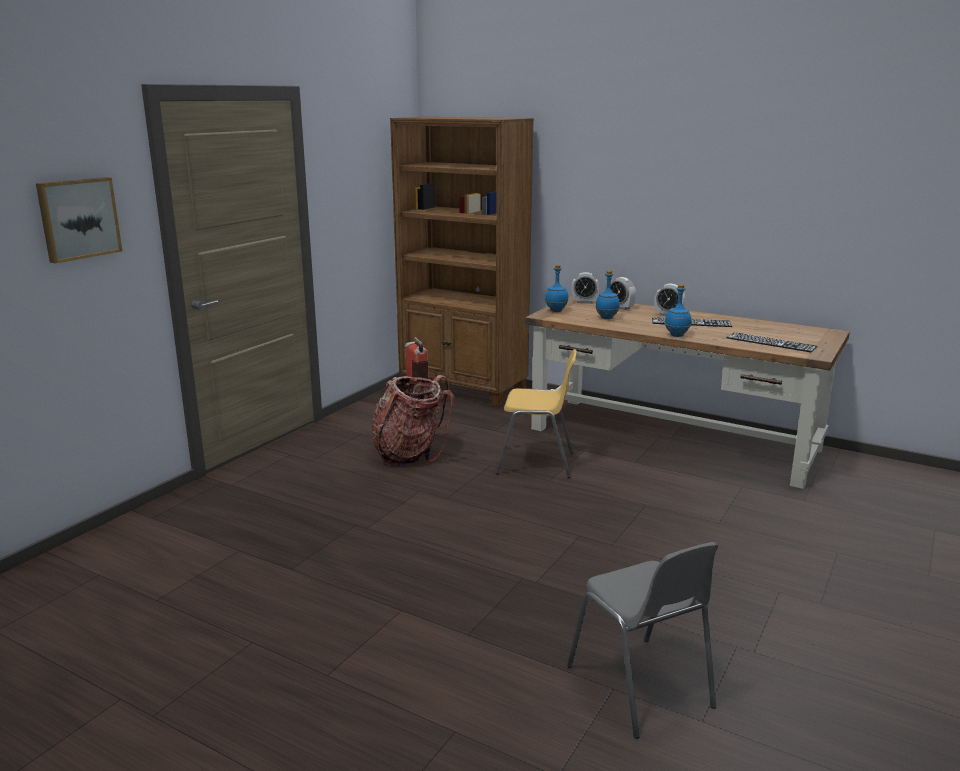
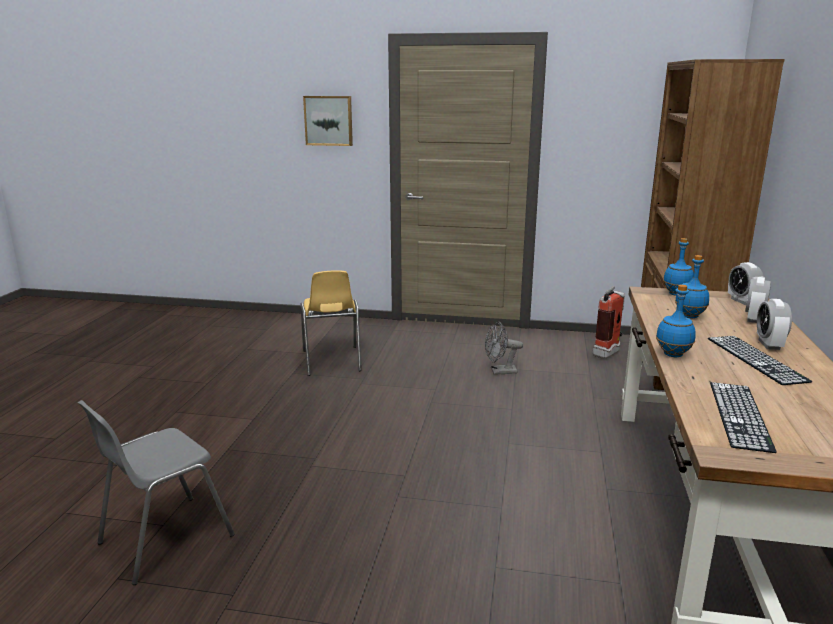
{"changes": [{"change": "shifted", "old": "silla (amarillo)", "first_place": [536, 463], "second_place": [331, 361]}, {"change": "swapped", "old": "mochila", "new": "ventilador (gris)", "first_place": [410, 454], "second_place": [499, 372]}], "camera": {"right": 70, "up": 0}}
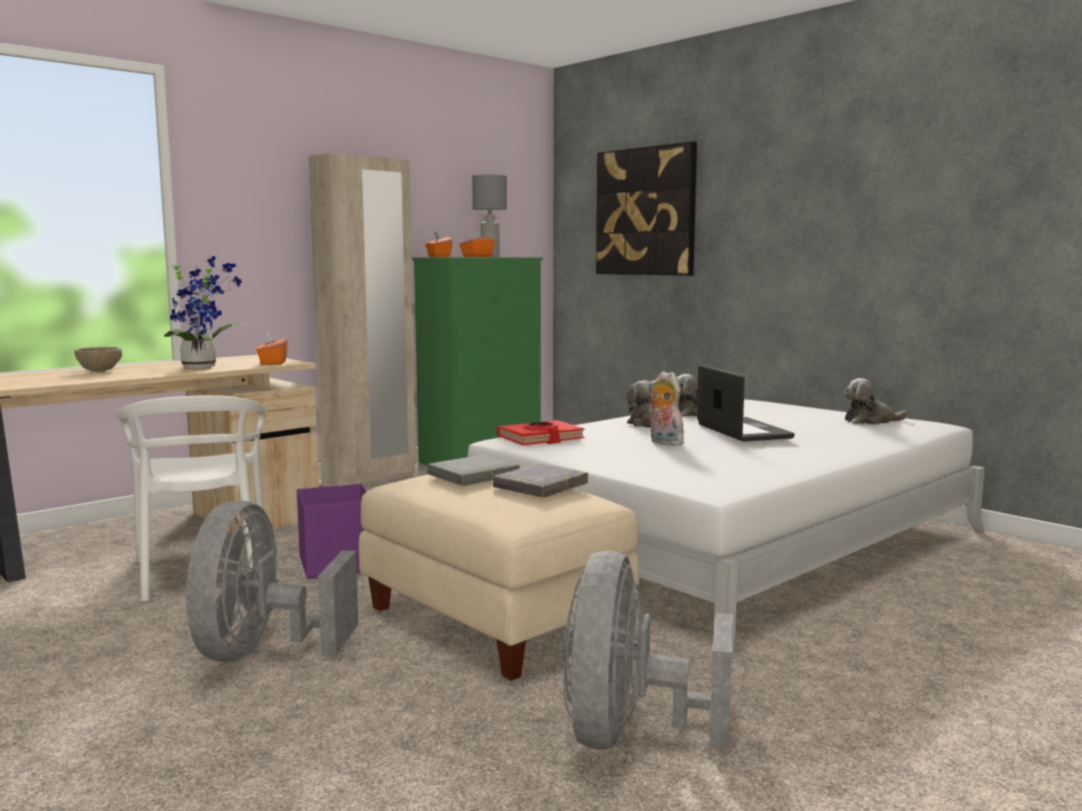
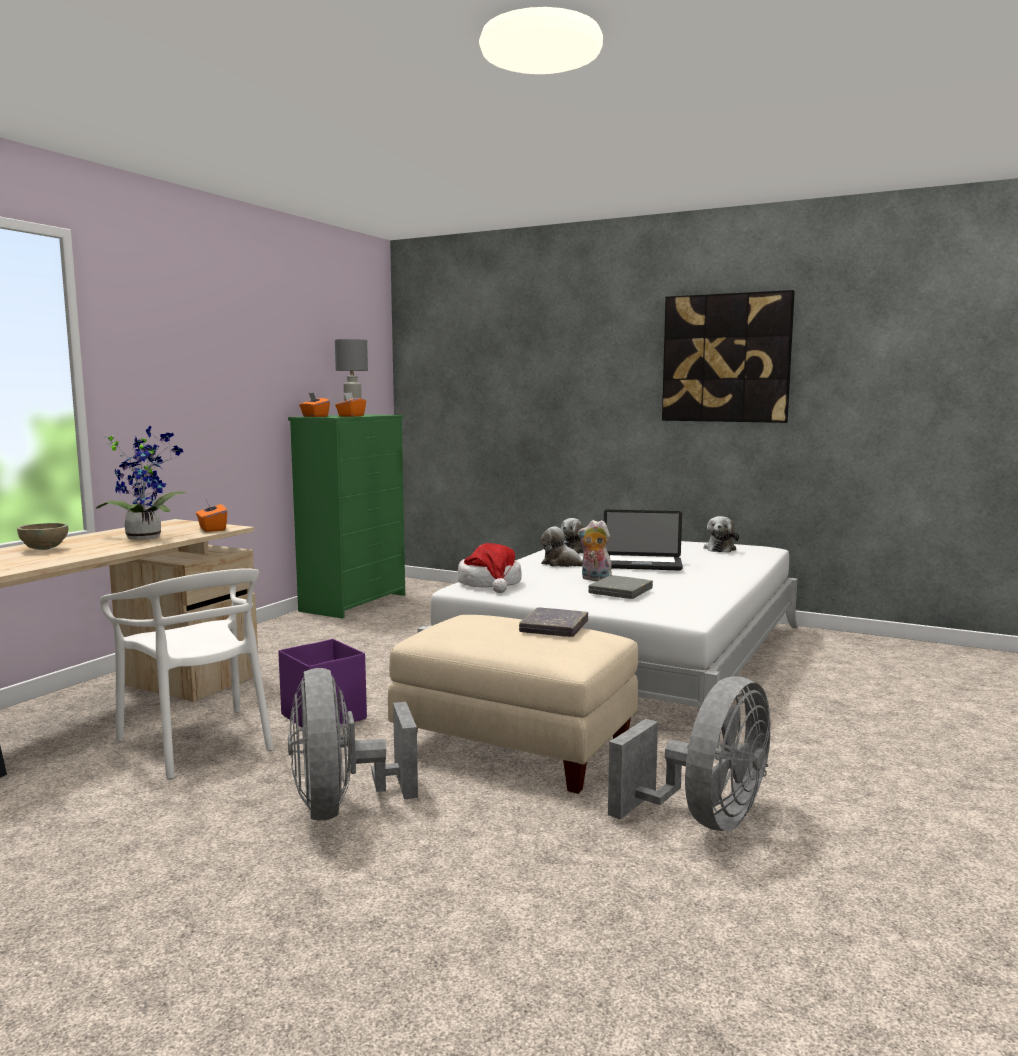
{"changes": [{"change": "shifted", "old": "cuadro", "first_place": [646, 212], "second_place": [726, 358]}, {"change": "gone", "old": "armario ropero (beis)", "first_place": [370, 477]}, {"change": "rotated", "old": "portátil", "first_place": [743, 431], "second_place": [641, 564], "degrees": 135}, {"change": "rotated", "old": "peluche", "first_place": [870, 421], "second_place": [720, 549], "degrees": -45}, {"change": "swapped", "old": "libro (rojo)", "new": "sombrero", "first_place": [540, 439], "second_place": [490, 584]}, {"change": "shifted", "old": "libro (gris)", "first_place": [473, 476], "second_place": [620, 592]}, {"change": "rotated", "old": "ventilador (gris)", "first_place": [629, 735], "second_place": [705, 819], "degrees": -135}], "camera": {"right": -20, "up": 0}}
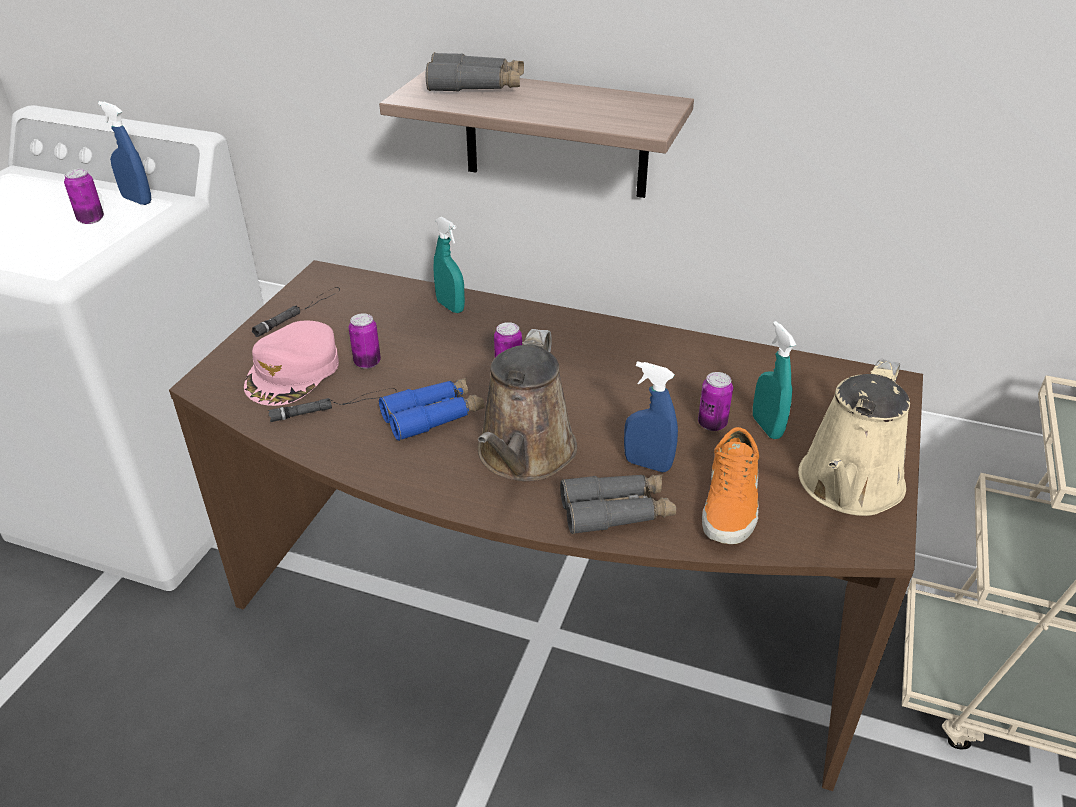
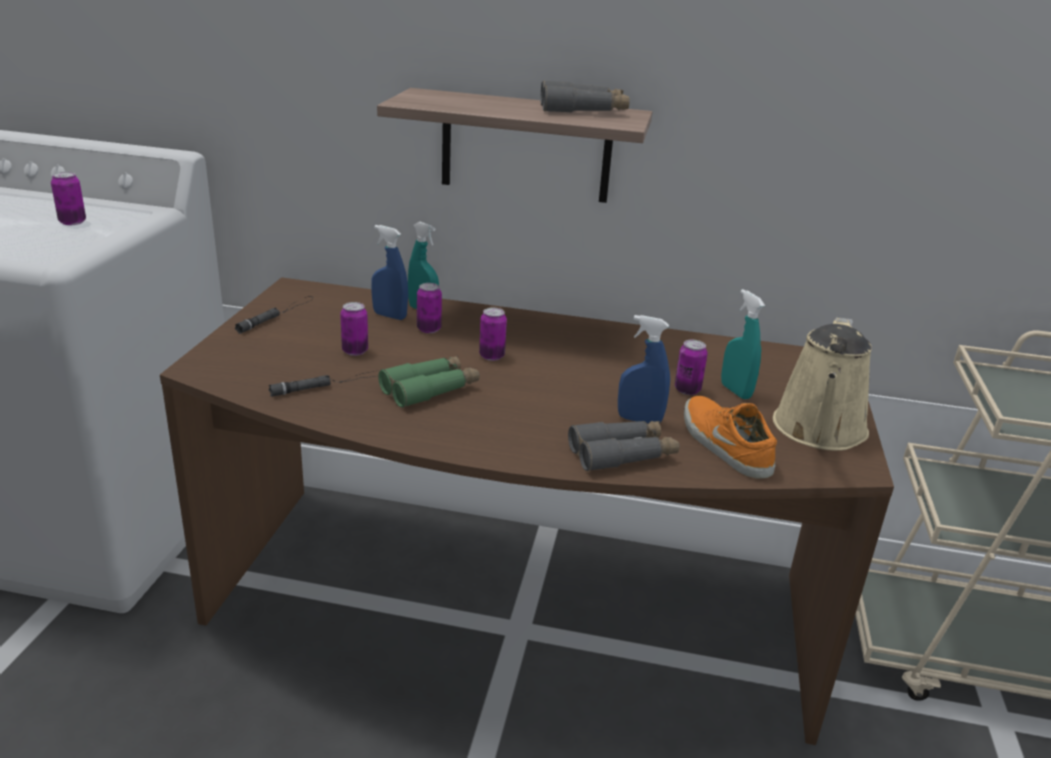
{"changes": [{"change": "shifted", "old": "prismáticos (gris)", "first_place": [476, 86], "second_place": [583, 110]}, {"change": "shifted", "old": "pulverizador (azul)", "first_place": [137, 200], "second_place": [390, 316]}, {"change": "gone", "old": "gorra (rosa)", "first_place": [294, 372]}, {"change": "gone", "old": "regadera (marrón)", "first_place": [524, 456]}, {"change": "repainted", "old": "prismáticos (azul)", "new": "prismáticos (verde)", "first_place": [433, 416], "second_place": [430, 389]}, {"change": "rotated", "old": "zapato (naranja)", "first_place": [732, 502], "second_place": [723, 444], "degrees": 150}, {"change": "new", "new": "lata", "second_place": [429, 329]}], "camera": {"right": -10, "up": -10}}
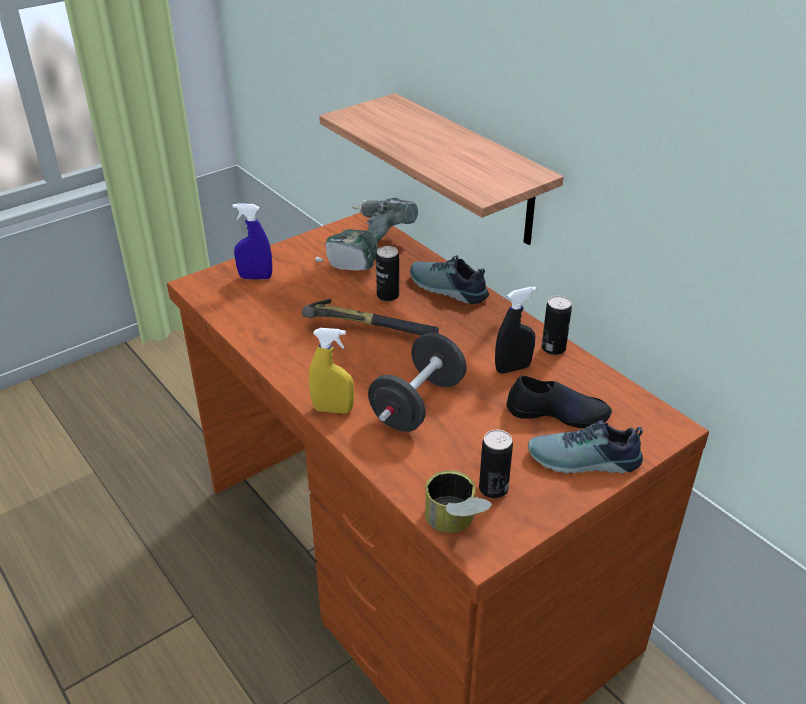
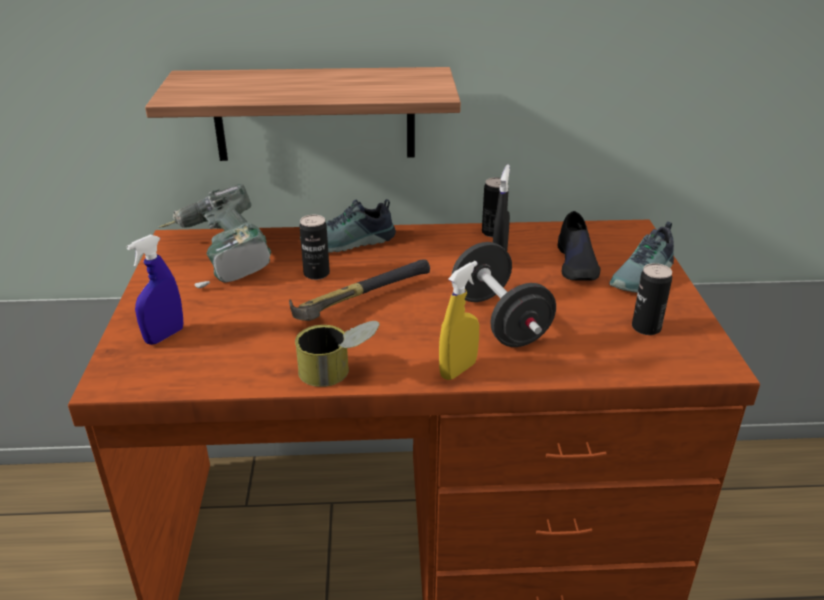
{"changes": [{"change": "rotated", "old": "zapato (negro)", "first_place": [557, 413], "second_place": [576, 263], "degrees": 135}, {"change": "shifted", "old": "lata", "first_place": [455, 525], "second_place": [339, 373]}], "camera": {"right": -55, "up": -5}}
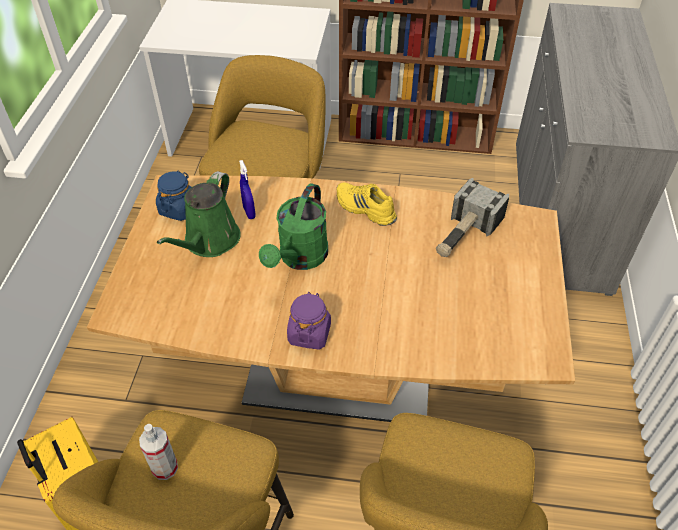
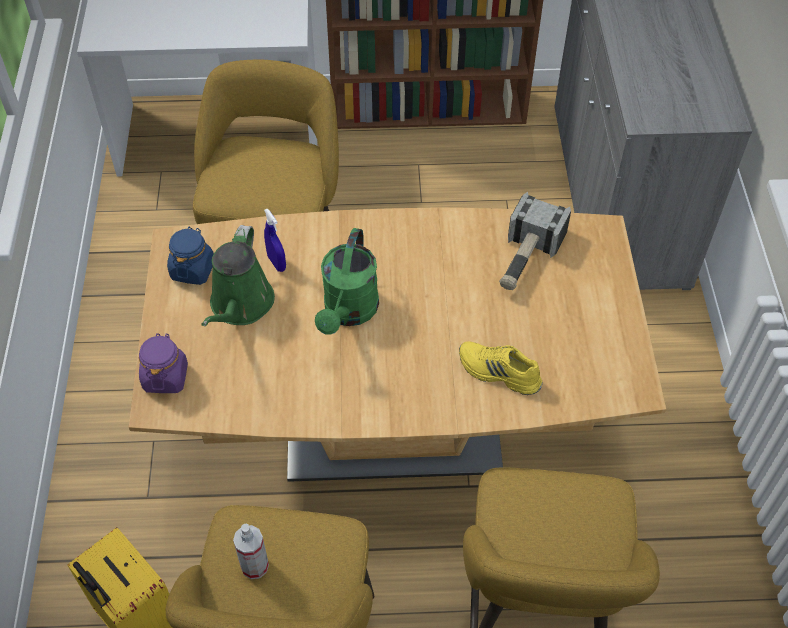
{"changes": [{"change": "shifted", "old": "zapato (amarillo)", "first_place": [364, 209], "second_place": [498, 373]}, {"change": "shifted", "old": "tarro (morado)", "first_place": [309, 333], "second_place": [165, 377]}], "camera": {"right": -10, "up": 5}}
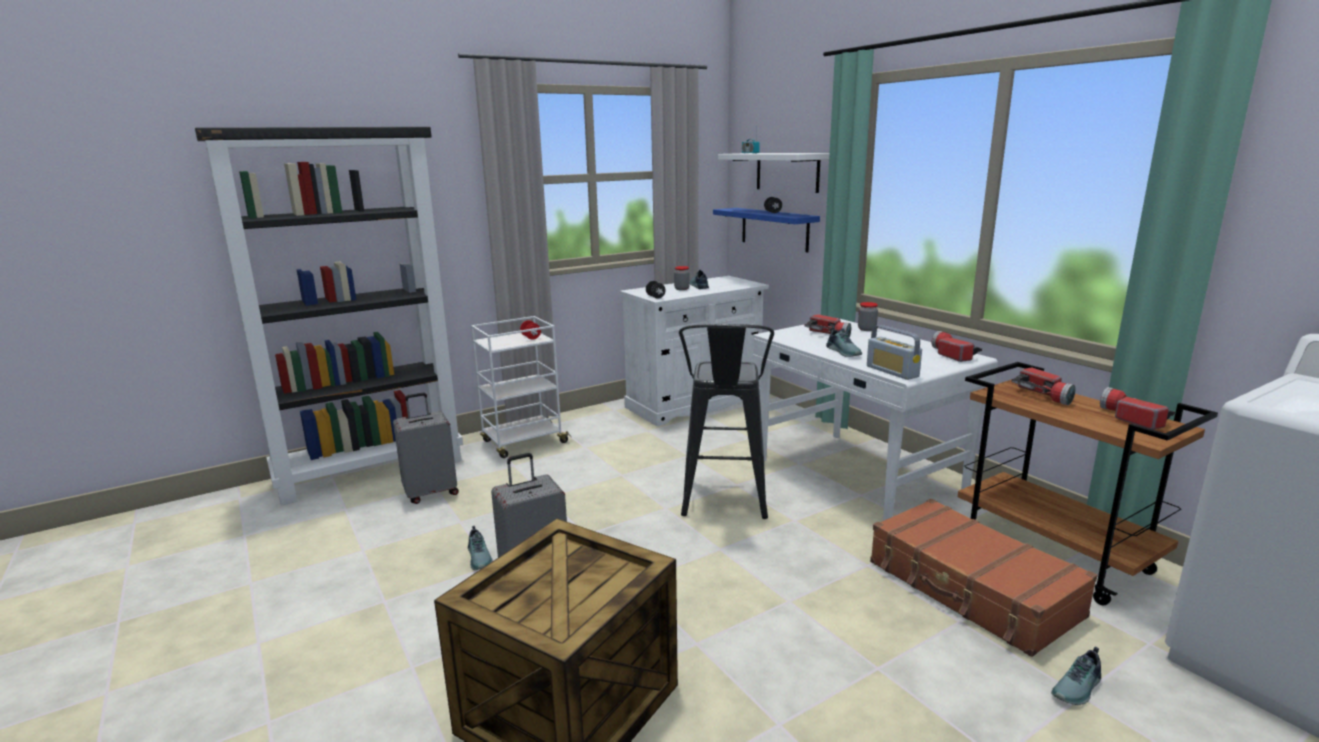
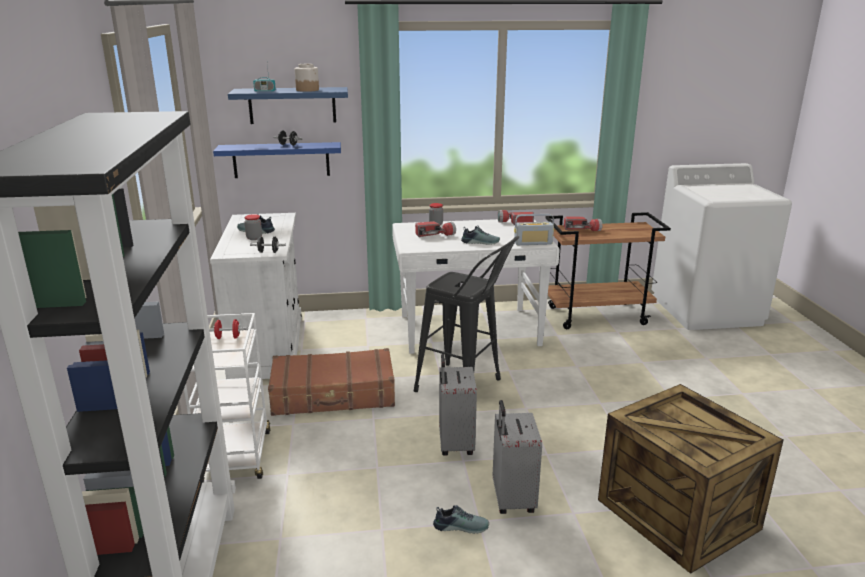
{"changes": [{"change": "repainted", "old": "estante (blanco)", "new": "estante (azul)", "first_place": [787, 172], "second_place": [292, 105]}, {"change": "gone", "old": "linterna", "first_place": [1130, 418]}, {"change": "shifted", "old": "maleta (gris)", "first_place": [431, 493], "second_place": [454, 444]}, {"change": "shifted", "old": "maleta (marrón)", "first_place": [971, 589], "second_place": [333, 395]}, {"change": "gone", "old": "zapato", "first_place": [1079, 688]}, {"change": "new", "new": "tarro", "second_place": [307, 90]}], "camera": {"right": -65, "up": 5}}
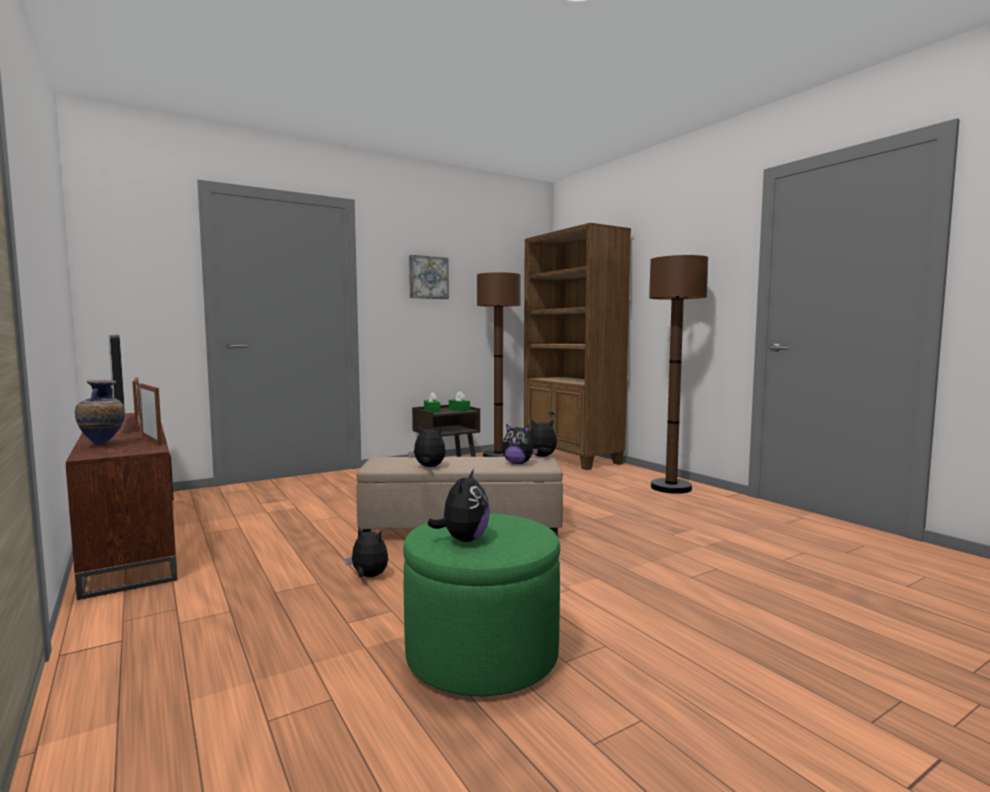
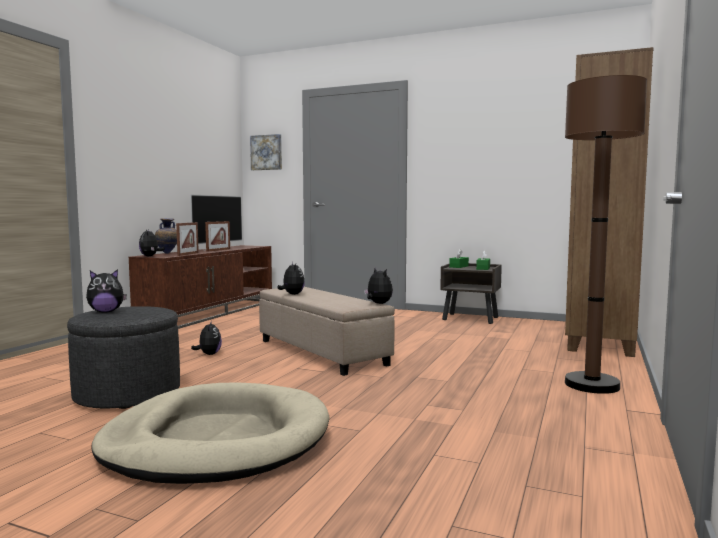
{"changes": [{"change": "shifted", "old": "cuadro", "first_place": [428, 277], "second_place": [267, 152]}, {"change": "gone", "old": "lámpara de pie (marrón)", "first_place": [498, 456]}, {"change": "shifted", "old": "peluche", "first_place": [518, 463], "second_place": [150, 256]}, {"change": "repainted", "old": "puf (verde)", "new": "puf (gris)", "first_place": [482, 654], "second_place": [127, 394]}, {"change": "new", "new": "cama para perro (beis)", "second_place": [216, 441]}], "camera": {"right": 55, "up": 0}}
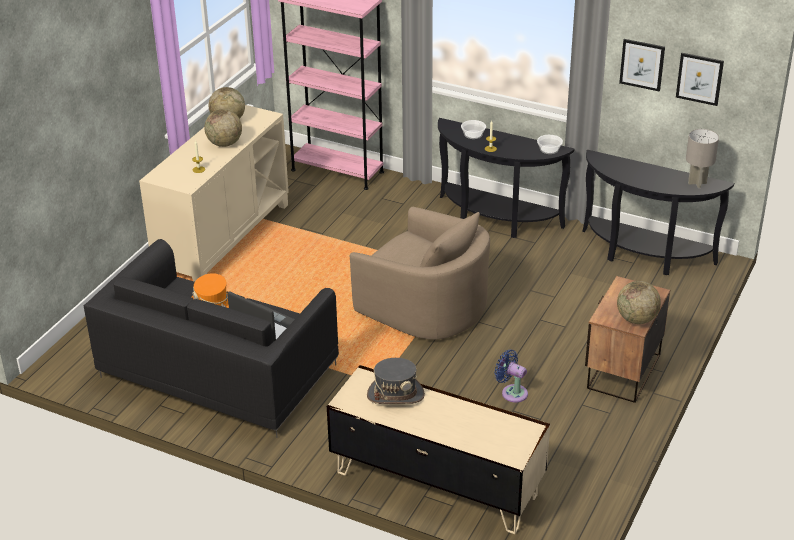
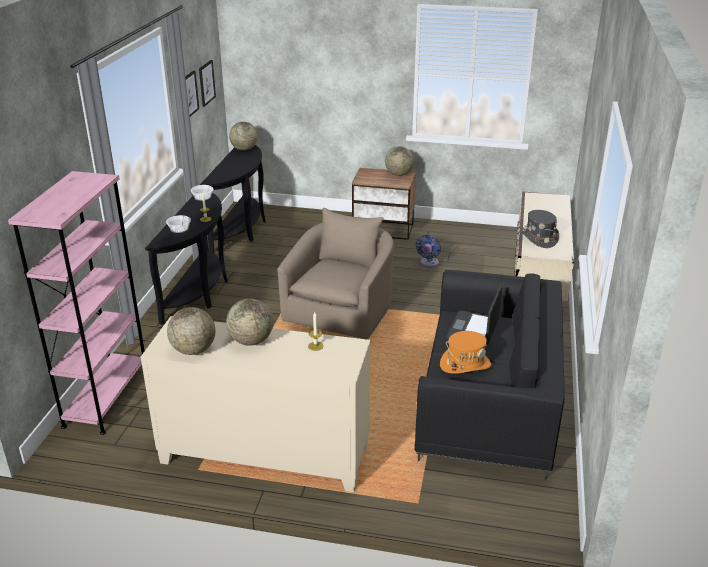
{"changes": [{"change": "swapped", "old": "lámpara de mesa (gris)", "new": "globo terráqueo", "first_place": [697, 183], "second_place": [244, 149]}], "camera": {"right": -105, "up": -5}}
